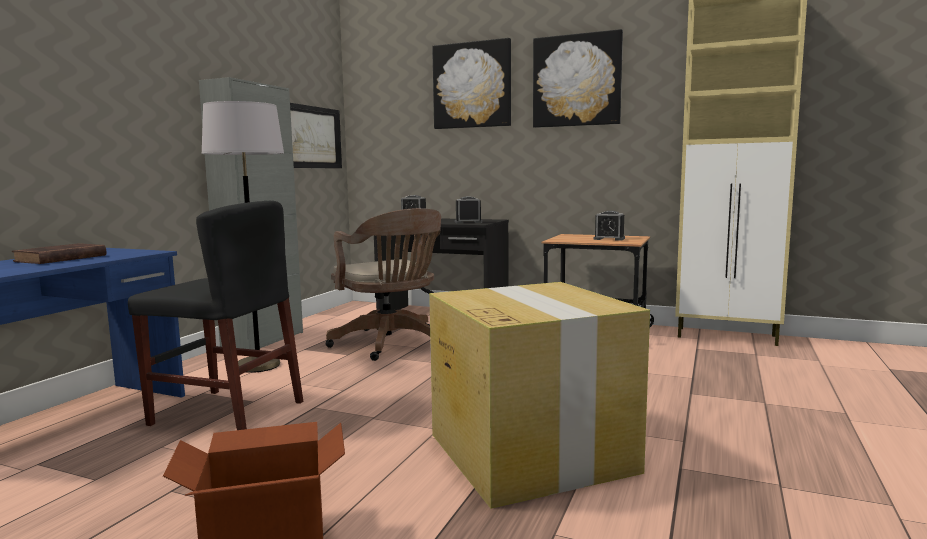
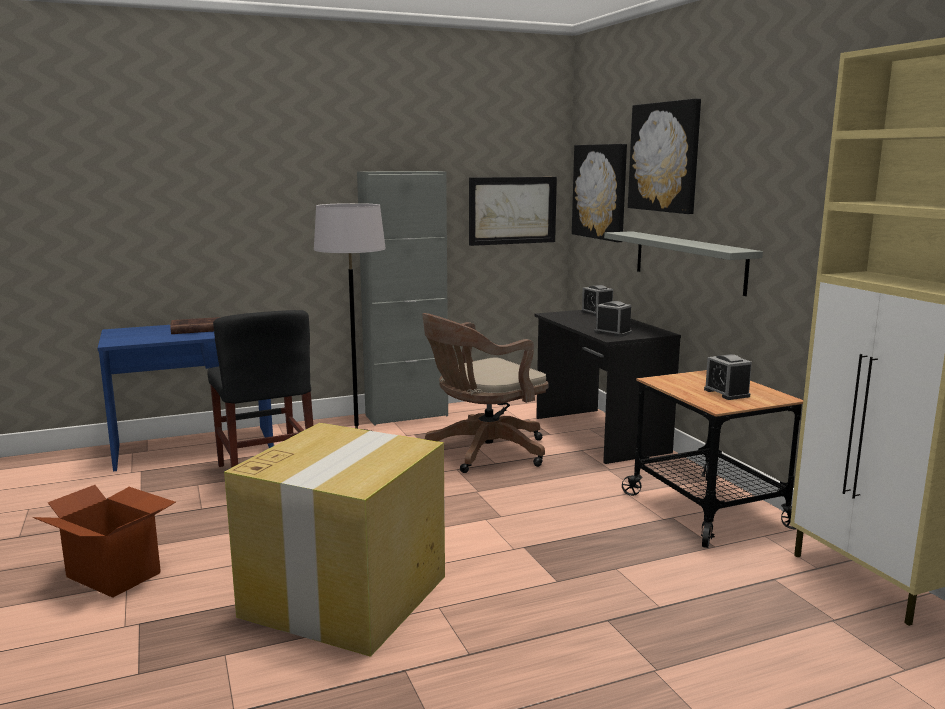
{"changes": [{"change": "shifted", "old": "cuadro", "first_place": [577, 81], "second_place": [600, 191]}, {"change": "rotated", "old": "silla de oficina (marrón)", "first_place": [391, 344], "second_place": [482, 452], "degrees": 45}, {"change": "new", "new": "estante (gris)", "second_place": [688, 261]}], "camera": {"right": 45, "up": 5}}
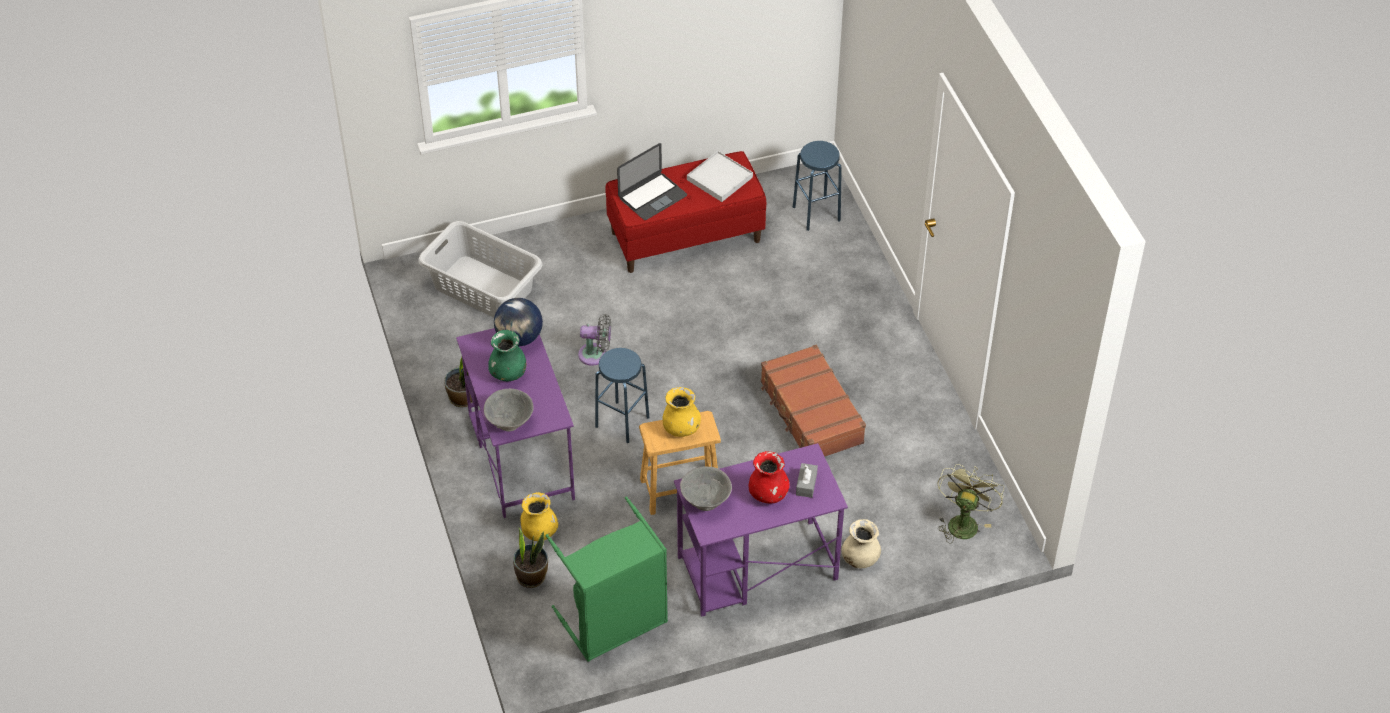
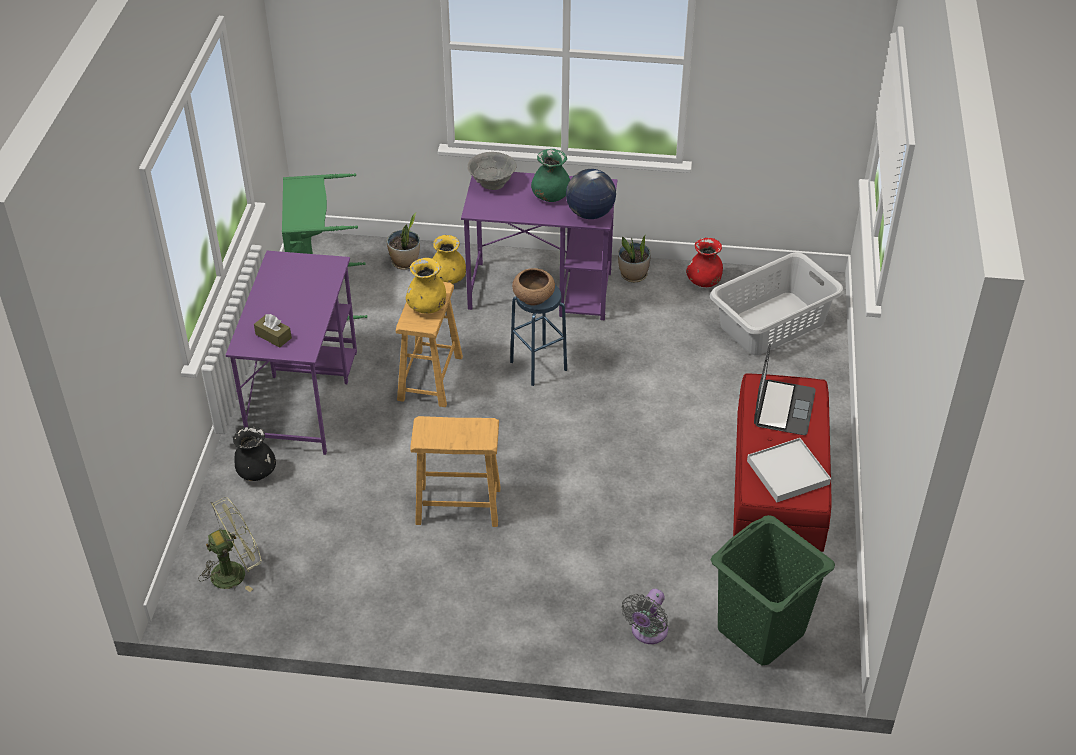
{"changes": [{"change": "swapped", "old": "taburete (azul)", "new": "cesto de la ropa (verde)", "first_place": [816, 213], "second_place": [761, 631]}, {"change": "rotated", "old": "portátil", "first_place": [652, 196], "second_place": [784, 407], "degrees": -150}, {"change": "shifted", "old": "ventilador (gris)", "first_place": [596, 355], "second_place": [647, 632]}, {"change": "swapped", "old": "maleta (marrón)", "new": "taburete (marrón)", "first_place": [810, 413], "second_place": [458, 506]}, {"change": "shifted", "old": "florero (rojo)", "first_place": [768, 494], "second_place": [704, 282]}, {"change": "repainted", "old": "caja de pañuelos (gris)", "new": "caja de pañuelos (marrón)", "first_place": [806, 484], "second_place": [273, 336]}, {"change": "rotated", "old": "ventilador (verde)", "first_place": [963, 521], "second_place": [235, 571], "degrees": -75}, {"change": "gone", "old": "cuenco (gris)", "first_place": [705, 500]}, {"change": "repainted", "old": "florero (beis)", "new": "florero (negro)", "first_place": [860, 559], "second_place": [256, 472]}, {"change": "new", "new": "cuenco (marrón)", "second_place": [534, 297]}], "camera": {"right": 115, "up": -5}}
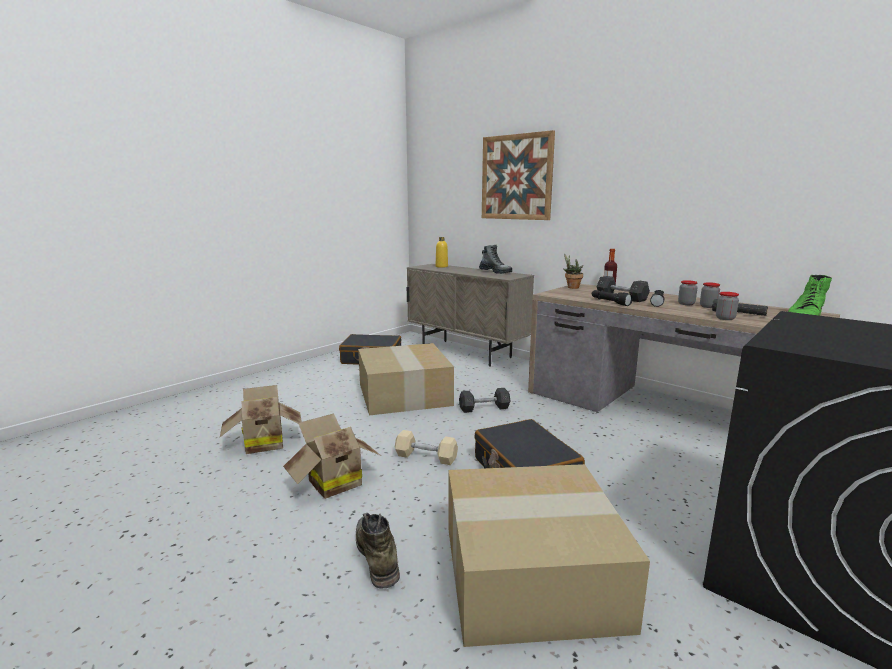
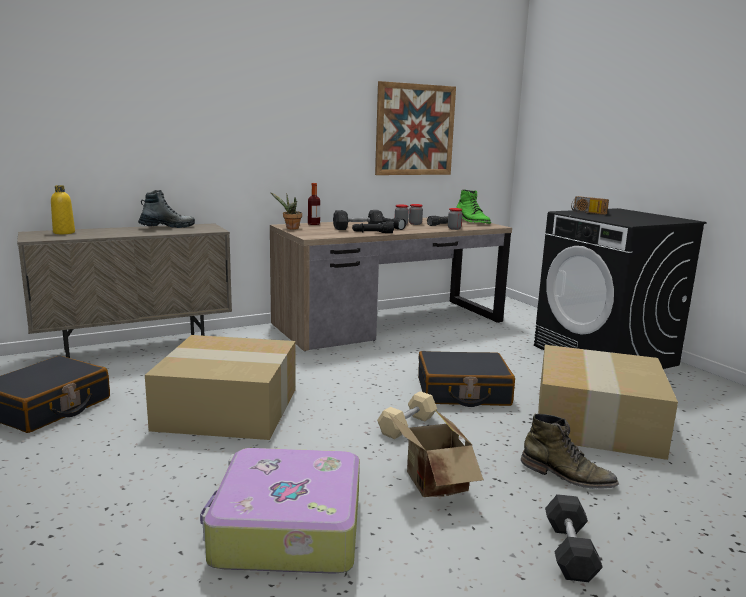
{"changes": [{"change": "shifted", "old": "cuadro", "first_place": [516, 177], "second_place": [415, 130]}, {"change": "swapped", "old": "caja de cartón", "new": "maleta", "first_place": [263, 443], "second_place": [286, 529]}, {"change": "shifted", "old": "mancuerna (gris)", "first_place": [484, 408], "second_place": [569, 551]}, {"change": "rotated", "old": "bota (verde)", "first_place": [376, 555], "second_place": [567, 476], "degrees": -150}, {"change": "new", "new": "radio", "second_place": [587, 212]}], "camera": {"right": -70, "up": 0}}
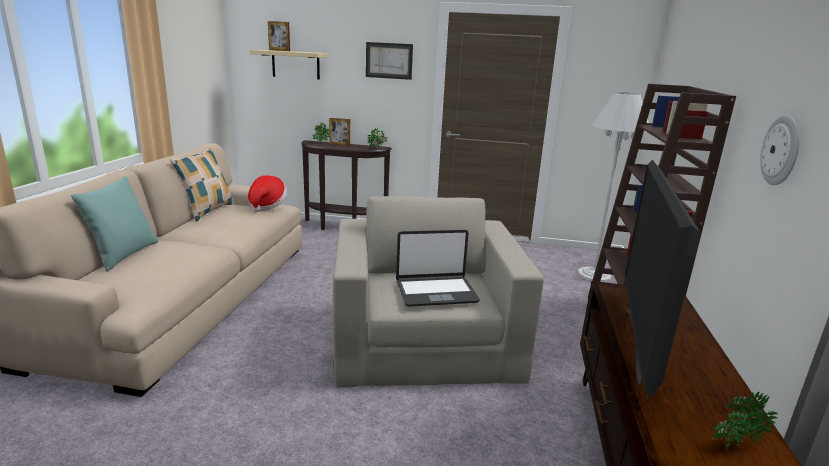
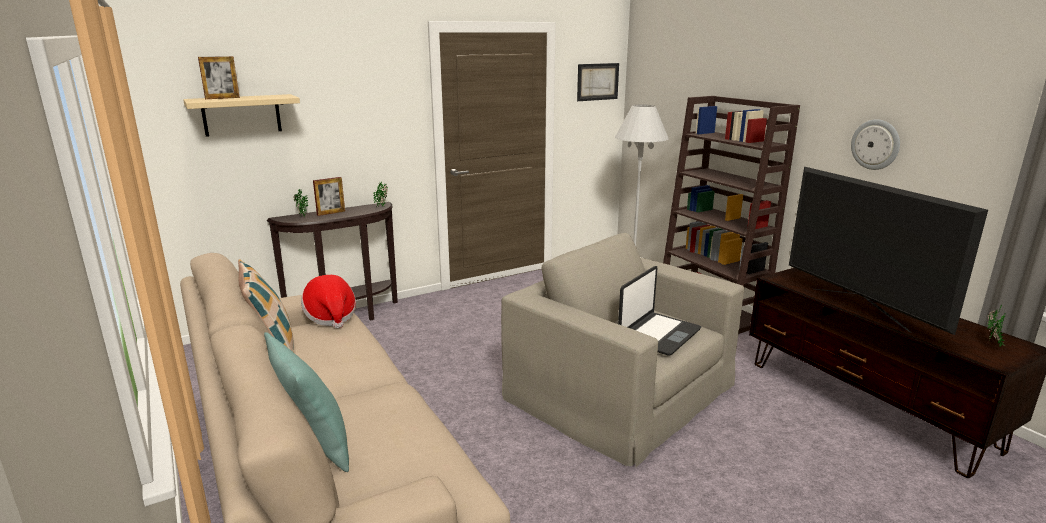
{"changes": [{"change": "shifted", "old": "cuadro", "first_place": [389, 60], "second_place": [597, 81]}], "camera": {"right": -40, "up": 0}}
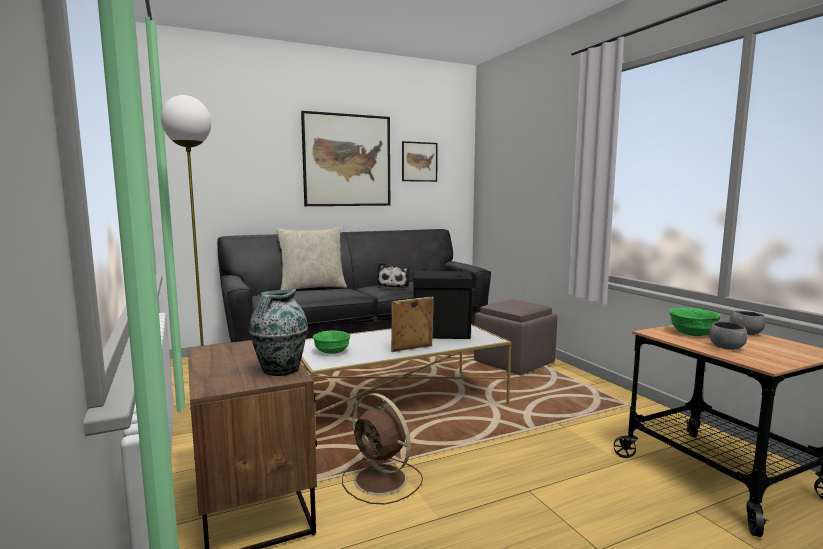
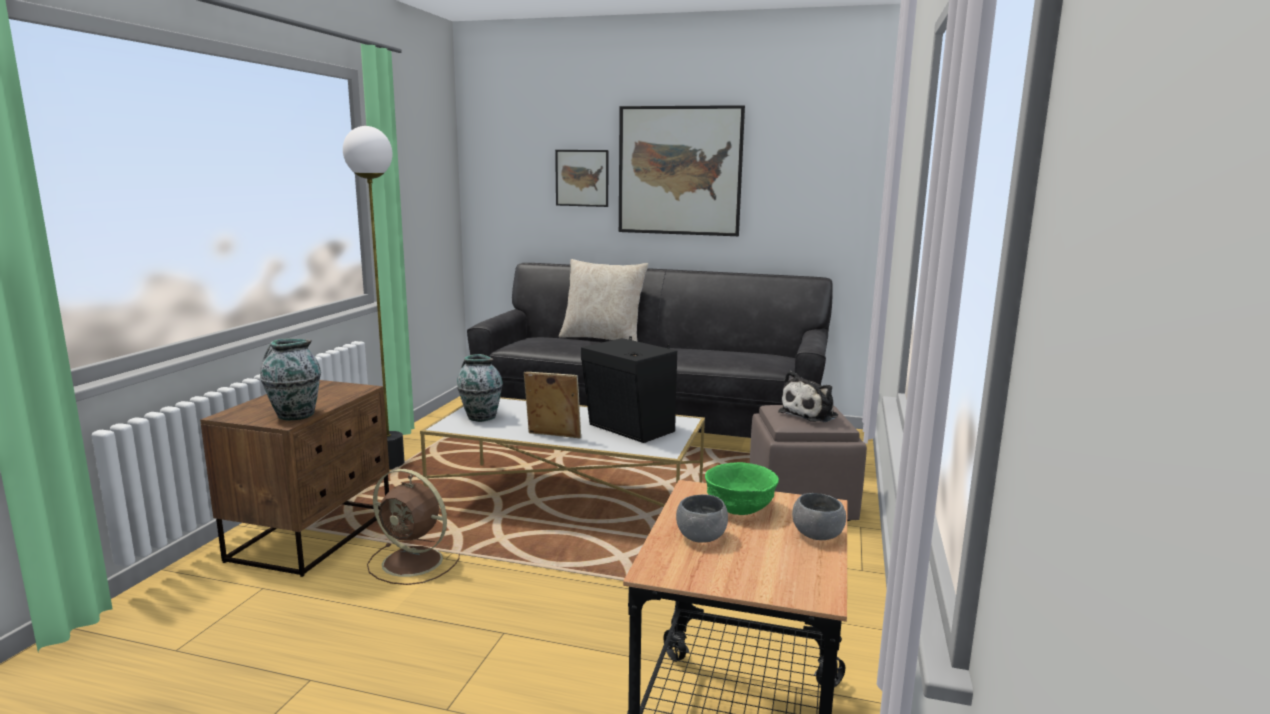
{"changes": [{"change": "shifted", "old": "cuadro", "first_place": [419, 162], "second_place": [582, 178]}, {"change": "shifted", "old": "peluche", "first_place": [394, 286], "second_place": [811, 414]}, {"change": "swapped", "old": "cuenco (verde)", "new": "florero", "first_place": [331, 352], "second_place": [480, 417]}, {"change": "rotated", "old": "ventilador (marrón)", "first_place": [382, 480], "second_place": [415, 562], "degrees": -60}], "camera": {"right": 40, "up": 5}}
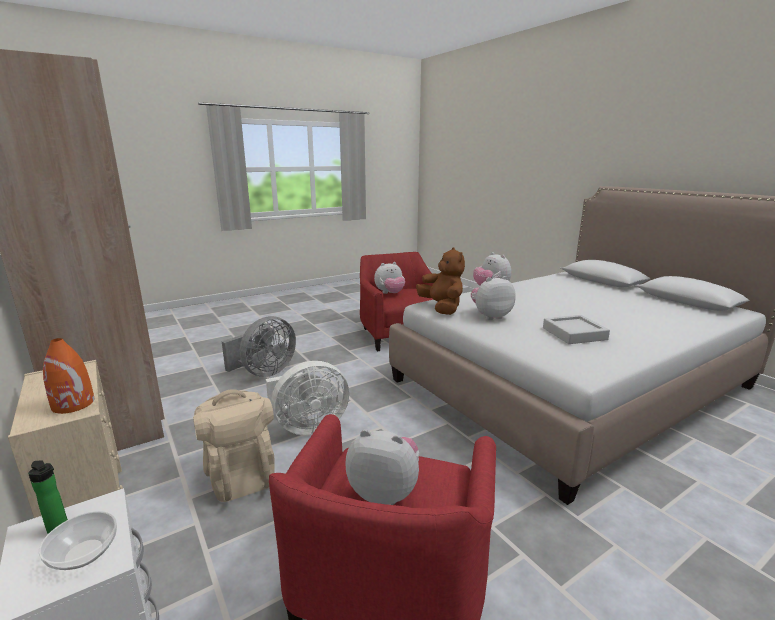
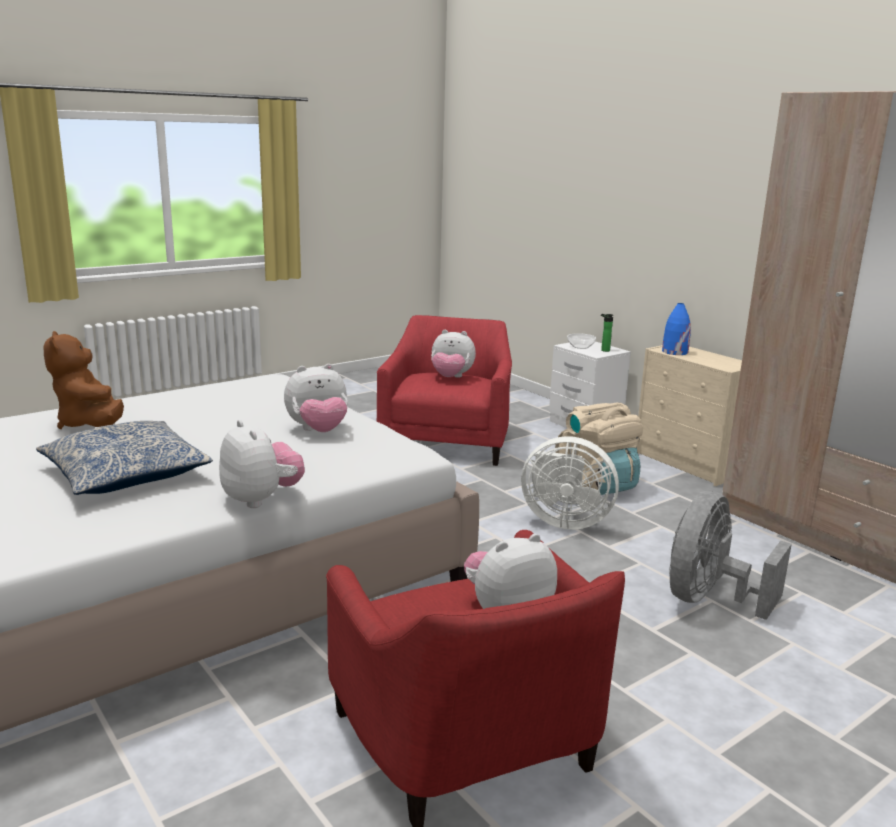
{"changes": [{"change": "shifted", "old": "peluche (marrón)", "first_place": [442, 308], "second_place": [90, 424]}, {"change": "gone", "old": "bandeja (gris)", "first_place": [574, 334]}, {"change": "repainted", "old": "florero (naranja)", "new": "florero (azul)", "first_place": [73, 404], "second_place": [674, 352]}, {"change": "rotated", "old": "ventilador (blanco)", "first_place": [307, 427], "second_place": [563, 521], "degrees": -135}, {"change": "new", "new": "cojín", "second_place": [126, 474]}], "camera": {"right": 175, "up": 0}}
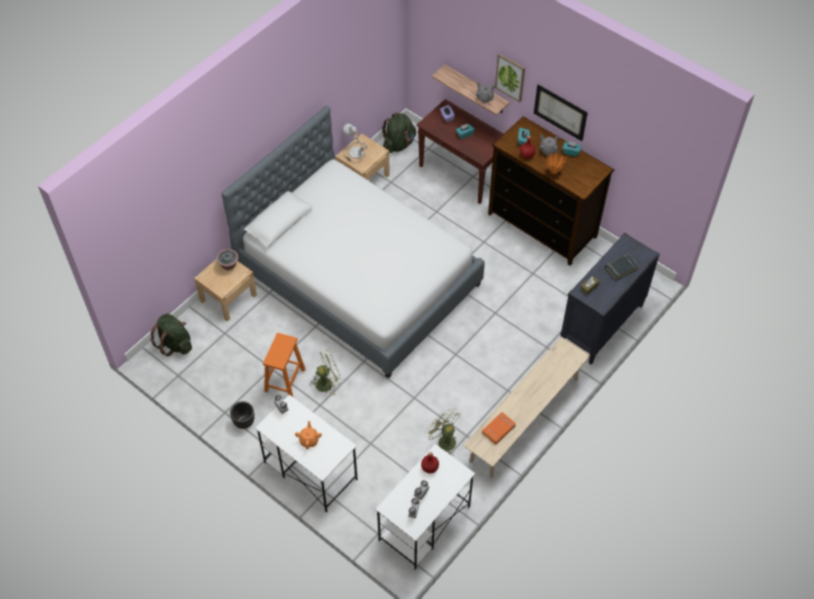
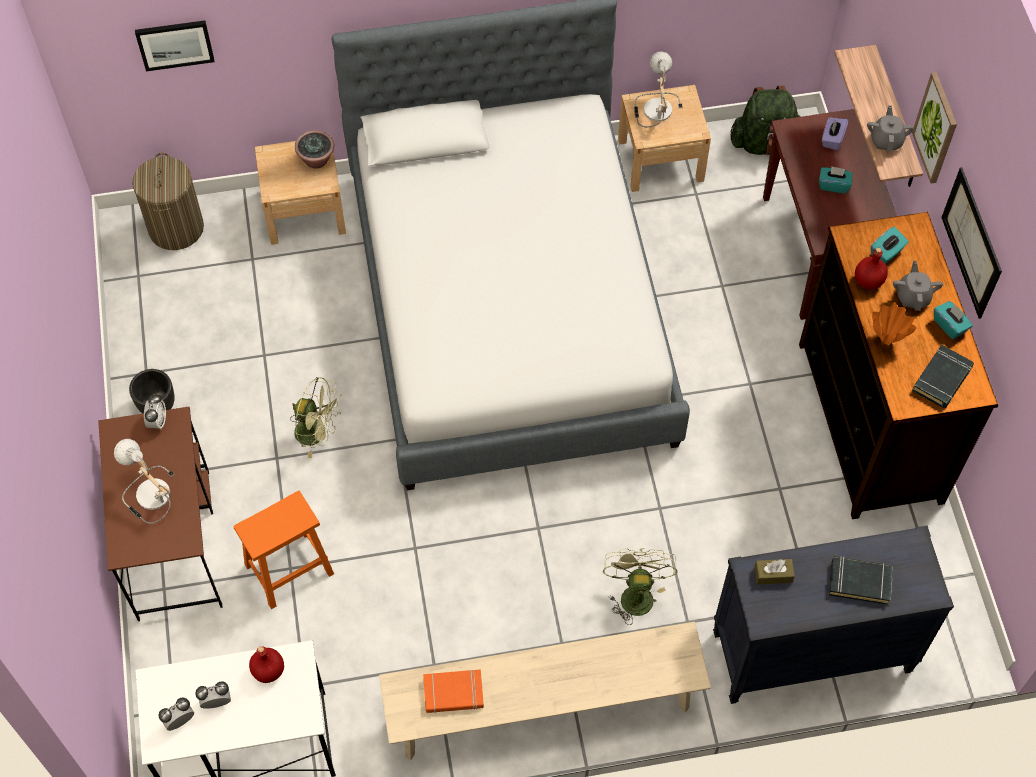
{"changes": [{"change": "swapped", "old": "mochila (verde)", "new": "cesto de la ropa", "first_place": [175, 344], "second_place": [176, 228]}, {"change": "shifted", "old": "taburete (naranja)", "first_place": [285, 379], "second_place": [290, 568]}, {"change": "repainted", "old": "escritorio (blanco)", "new": "escritorio (marrón)", "first_place": [310, 470], "second_place": [174, 542]}, {"change": "shifted", "old": "ventilador (verde)", "first_place": [443, 440], "second_place": [635, 593]}, {"change": "swapped", "old": "tetera (naranja)", "new": "lámpara de mesa", "first_place": [309, 440], "second_place": [149, 495]}, {"change": "new", "new": "cuadro", "second_place": [175, 44]}, {"change": "new", "new": "libro (negro)", "second_place": [942, 379]}], "camera": {"right": 40, "up": 5}}
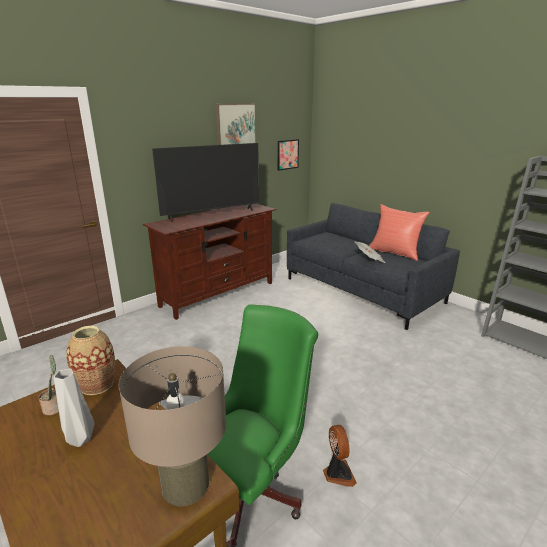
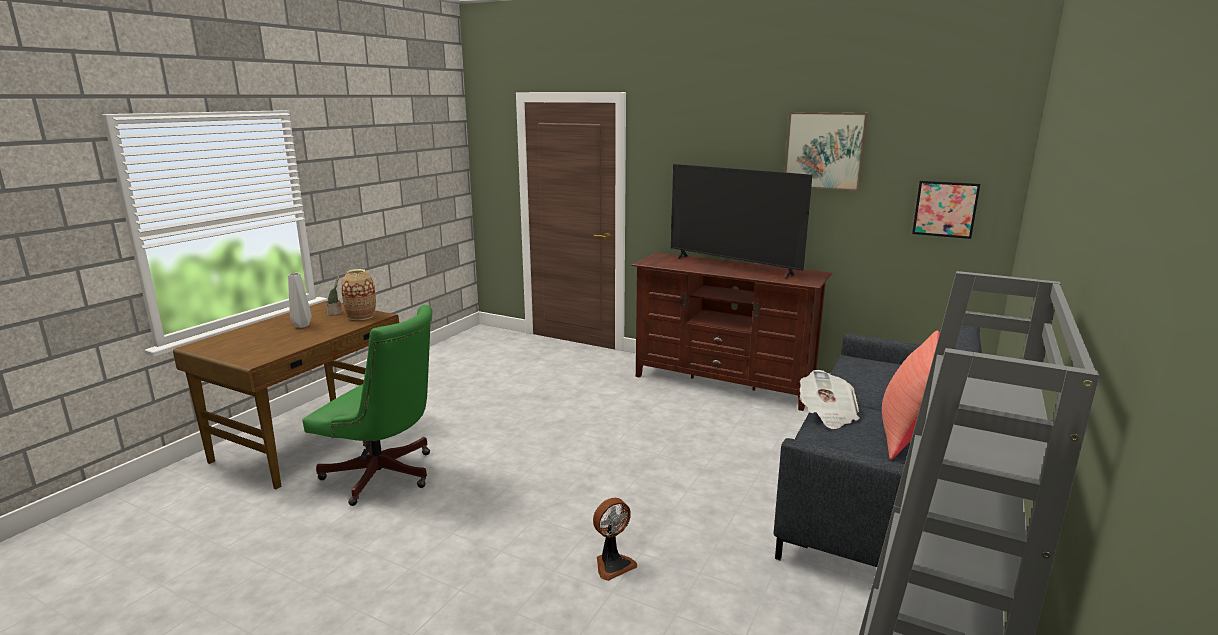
{"changes": [{"change": "gone", "old": "lámpara de mesa (beis)", "first_place": [185, 484]}, {"change": "shifted", "old": "ventilador", "first_place": [337, 474], "second_place": [613, 564]}], "camera": {"right": 70, "up": -5}}
